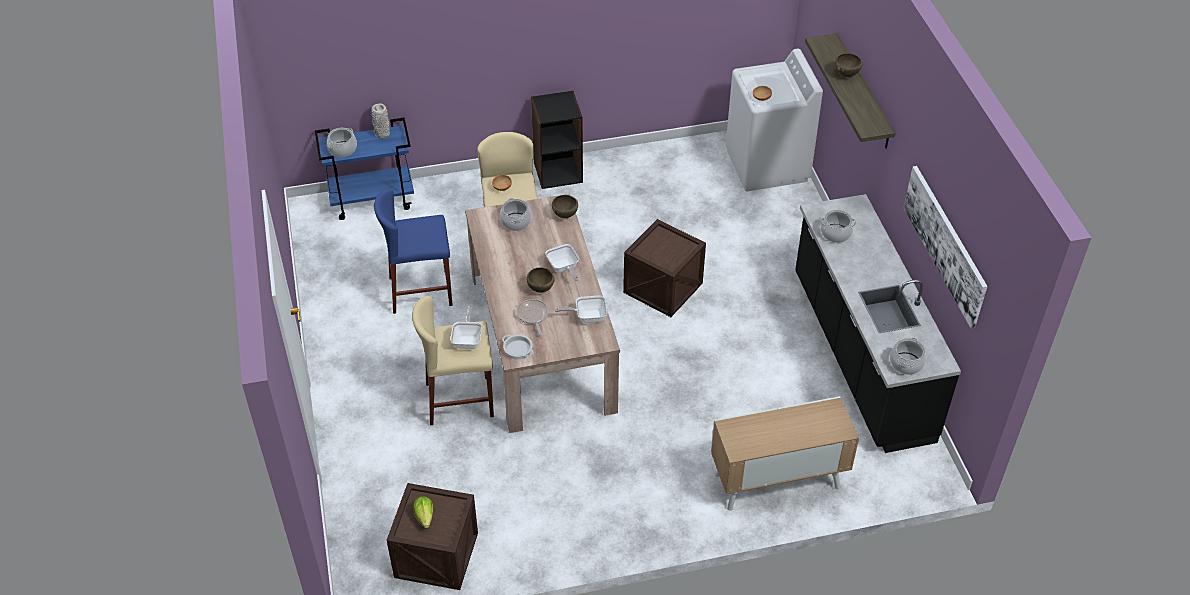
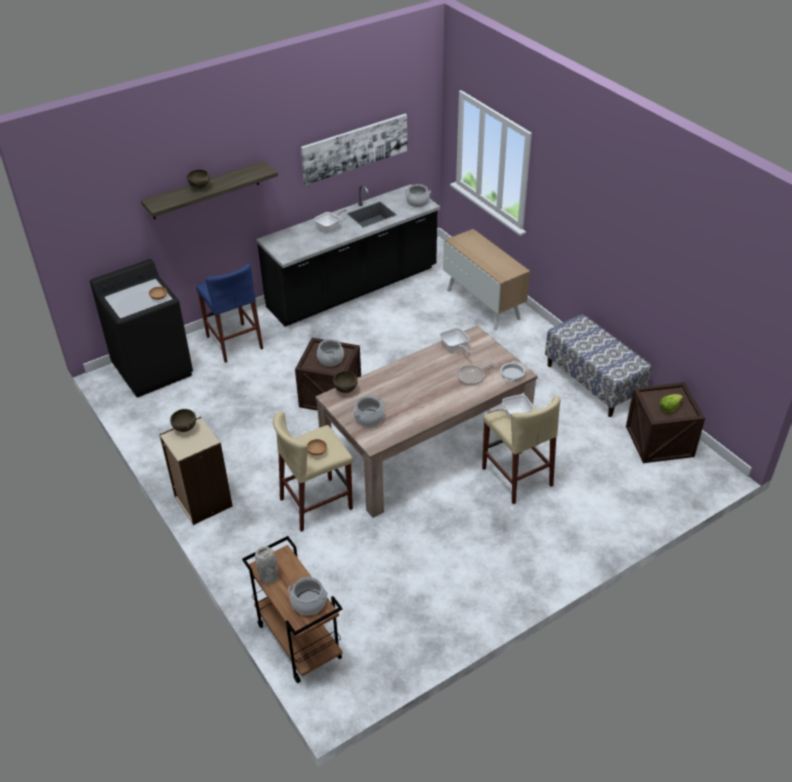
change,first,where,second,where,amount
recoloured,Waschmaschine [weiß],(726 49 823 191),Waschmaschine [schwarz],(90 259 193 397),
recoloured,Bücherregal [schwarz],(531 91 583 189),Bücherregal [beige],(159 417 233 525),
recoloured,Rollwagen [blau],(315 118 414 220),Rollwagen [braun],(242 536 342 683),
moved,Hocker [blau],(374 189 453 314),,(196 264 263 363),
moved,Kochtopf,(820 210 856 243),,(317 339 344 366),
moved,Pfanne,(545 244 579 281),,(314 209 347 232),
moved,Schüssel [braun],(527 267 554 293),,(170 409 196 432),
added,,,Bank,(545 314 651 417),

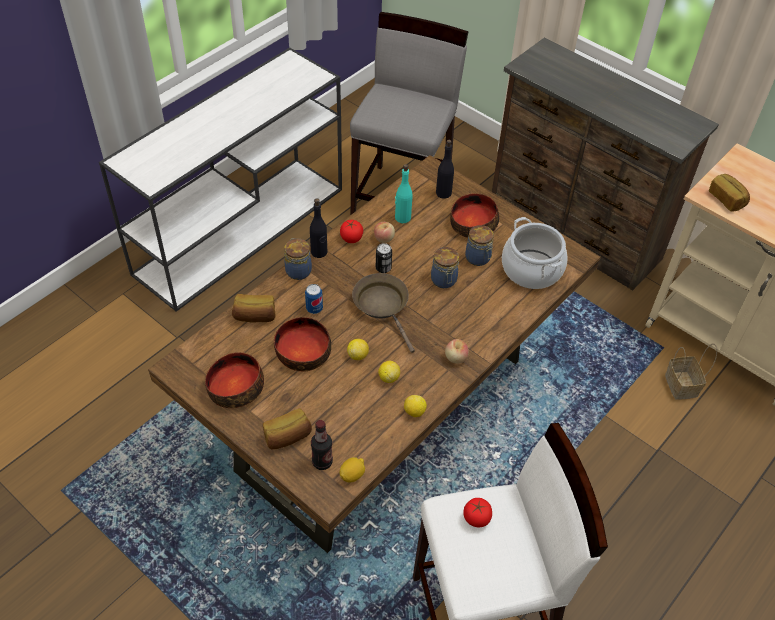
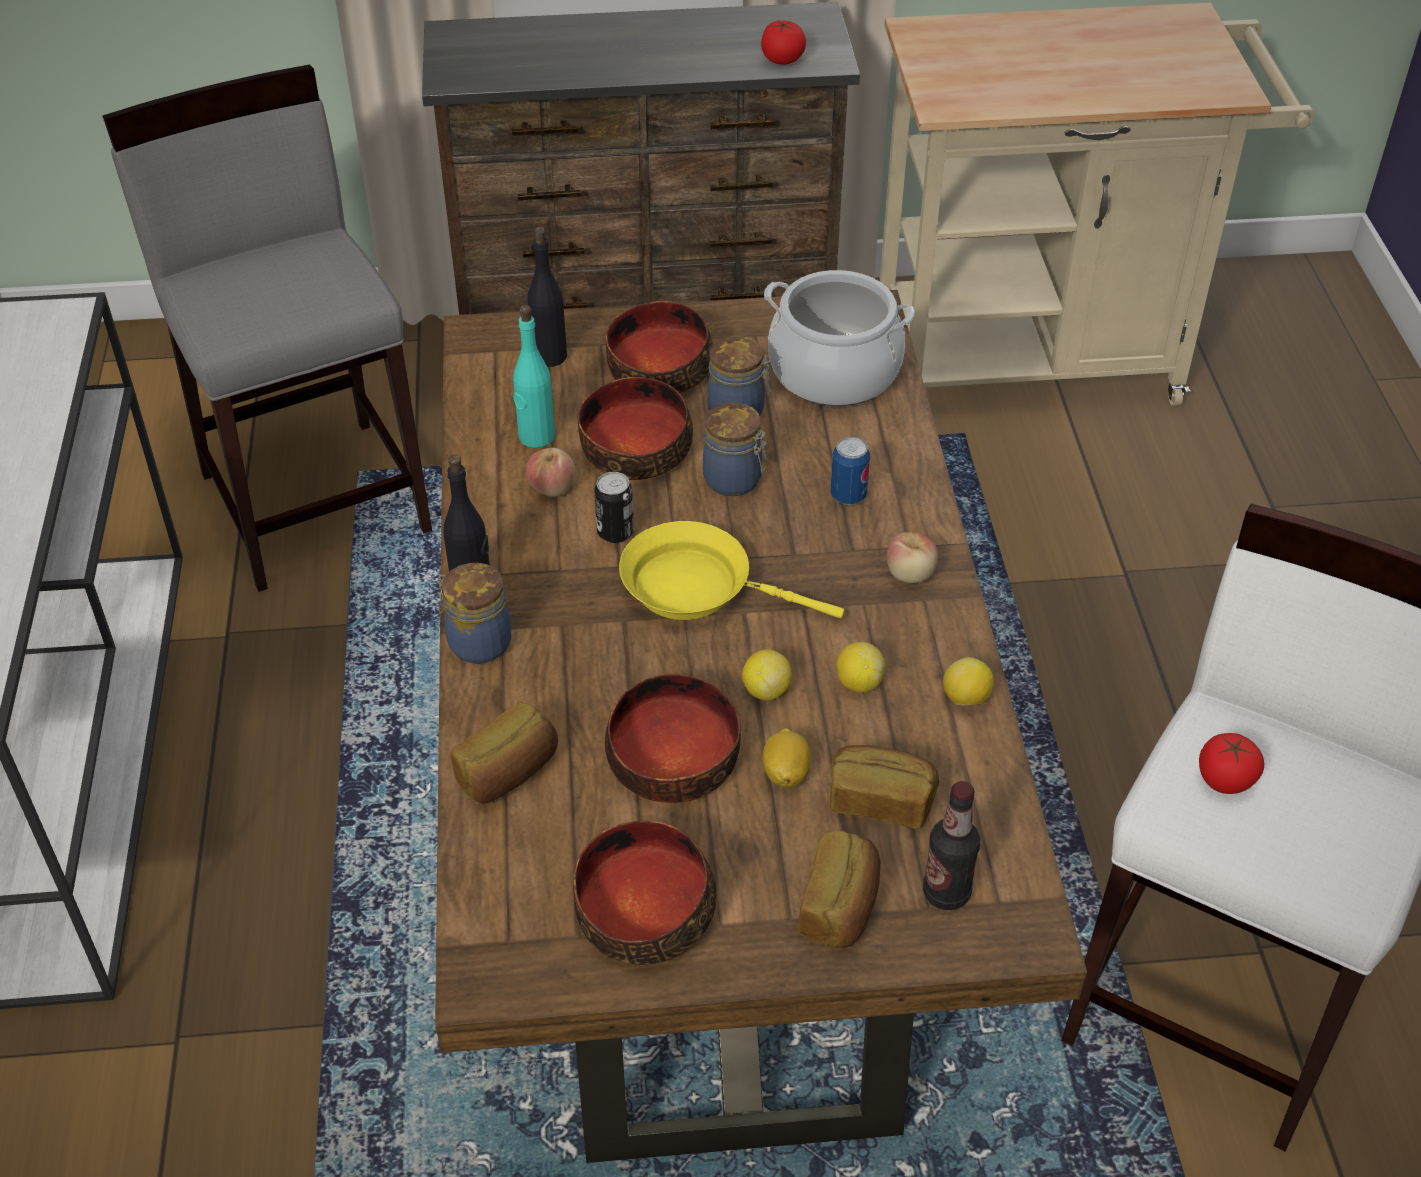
change,first,where,second,where,amount
moved,Brot,(709 174 750 212),,(830 745 939 829),
moved,Tomate,(340 220 363 243),,(761 21 806 64),
recoloured,Pfanne [braun],(352 273 415 353),Pfanne [gelb],(619 521 845 620),
moved,Dose,(305 284 323 314),,(830 437 870 505),
removed,Korb,(665 343 717 400),,,
moved,Zitrone,(339 457 365 482),,(763 728 811 787),
added,,,Schüssel,(578 377 693 480),

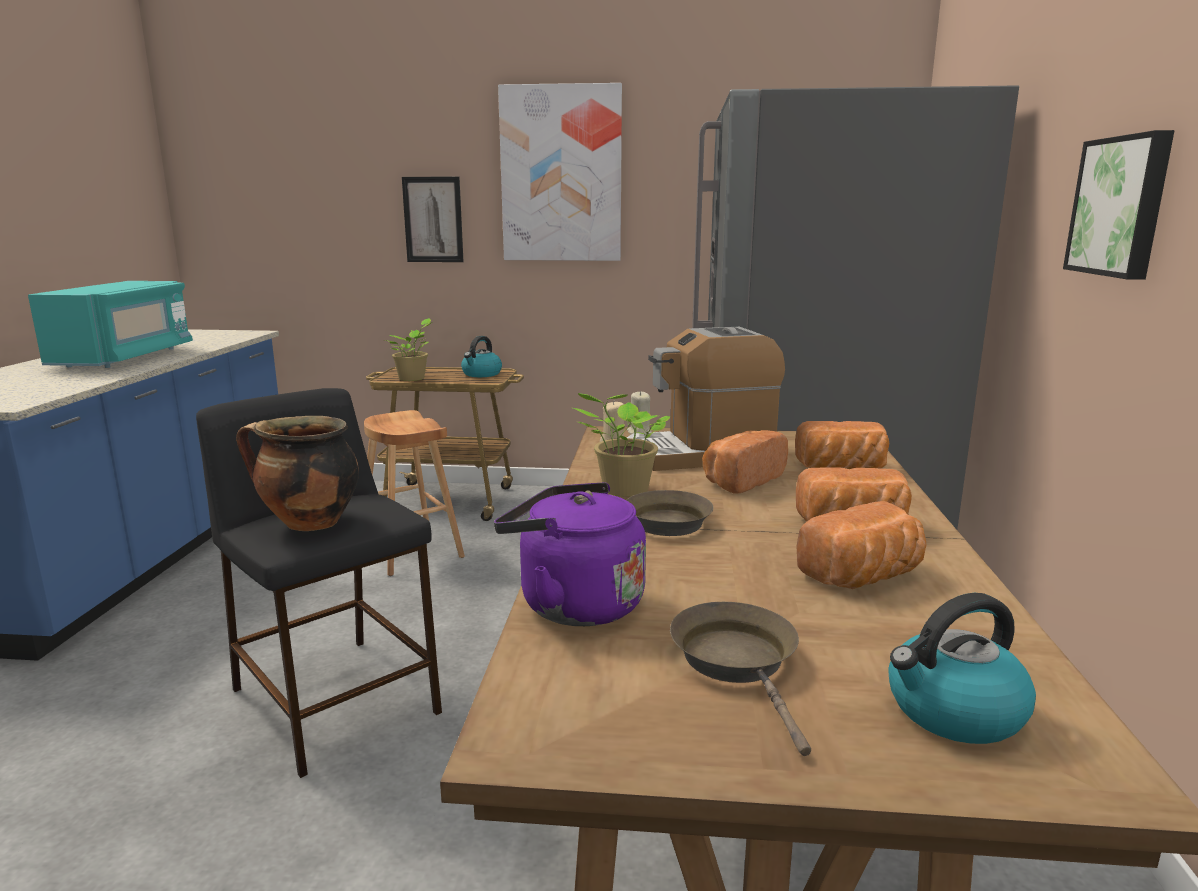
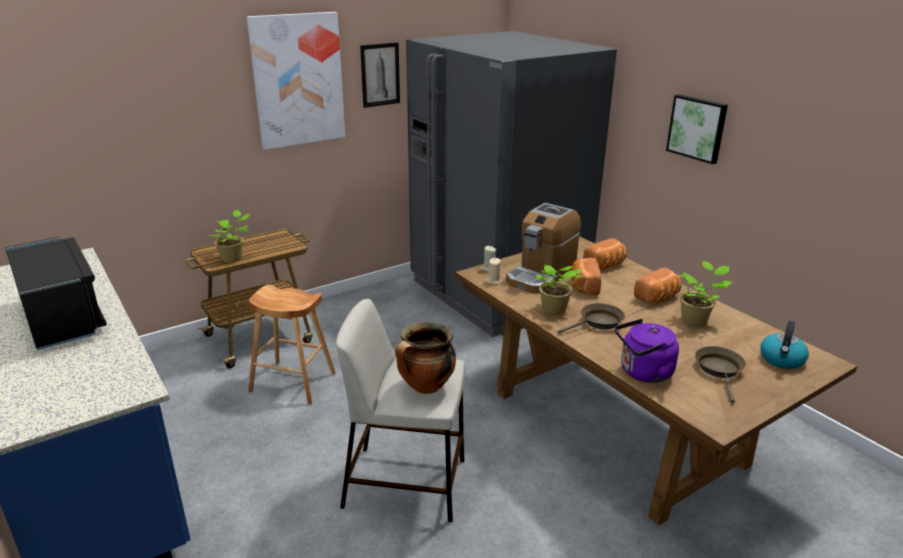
change,first,where,second,where,amount
moved,Bild,(402 177 464 262),,(360 42 400 108),
recoloured,Mikrowelle [türkis],(28 281 193 368),Mikrowelle [schwarz],(5 237 107 350),
removed,Wasserkessel,(461 336 502 377),,,
recoloured,Hocker [schwarz],(196 388 442 778),Hocker [beige],(336 299 465 522),
replaced,Brot,(796 501 927 589),Topfpflanze,(678 261 732 326),
turned,Pfanne [braun],(670 602 811 756),,(695 346 746 403),60 degrees clockwise

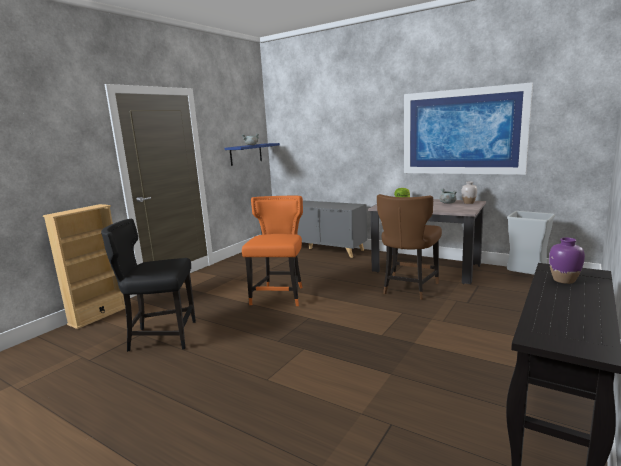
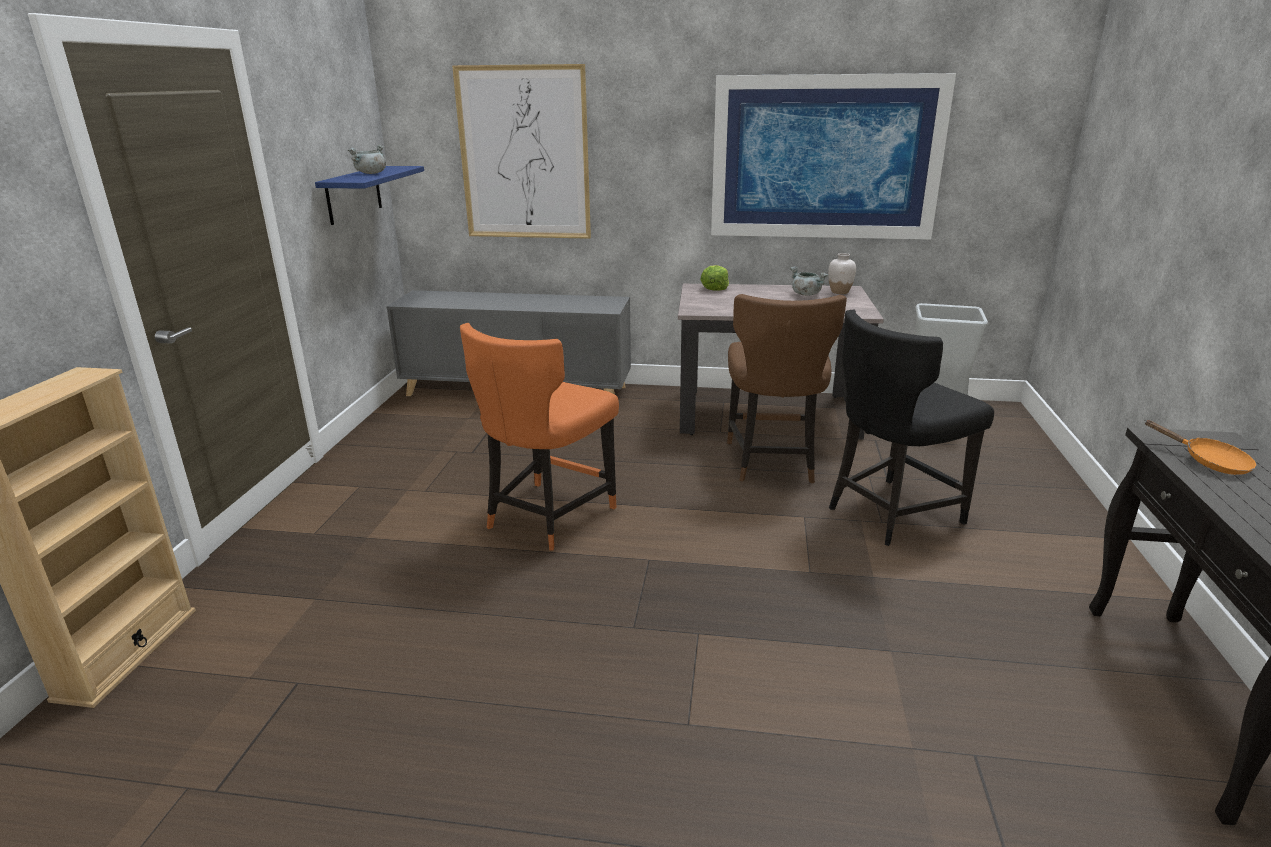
change,first,where,second,where,amount
turned,Stuhl [orange],(242 196 303 306),,(460 323 619 551),135 degrees counterclockwise
moved,Stuhl [schwarz],(101 219 196 352),,(829 310 994 546),
replaced,Vase [lila],(549 238 585 284),Pfanne [orange],(1144 420 1256 475),
added,,,Bild,(452 64 591 239),

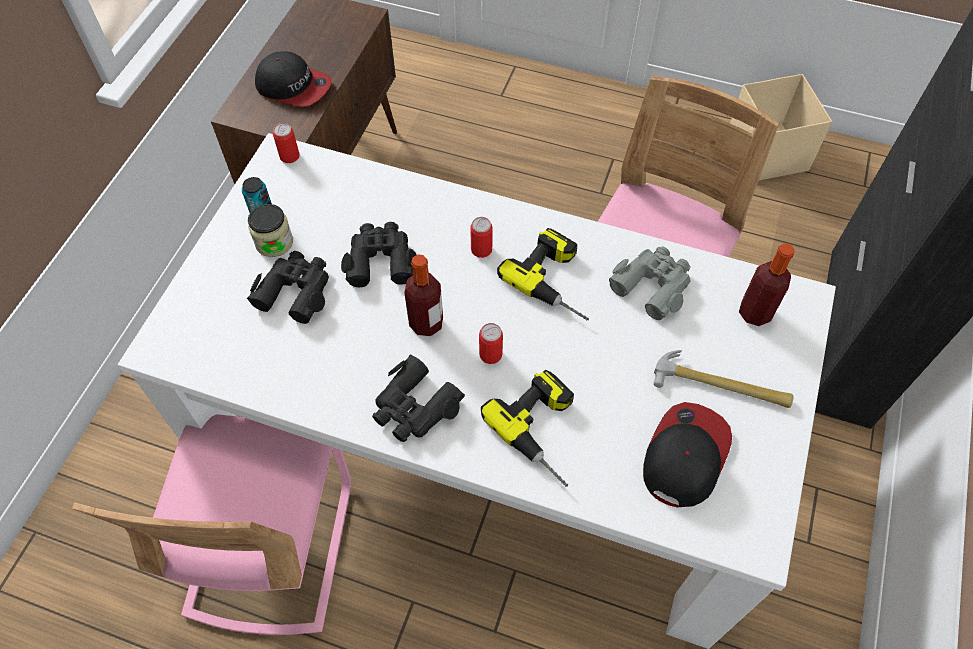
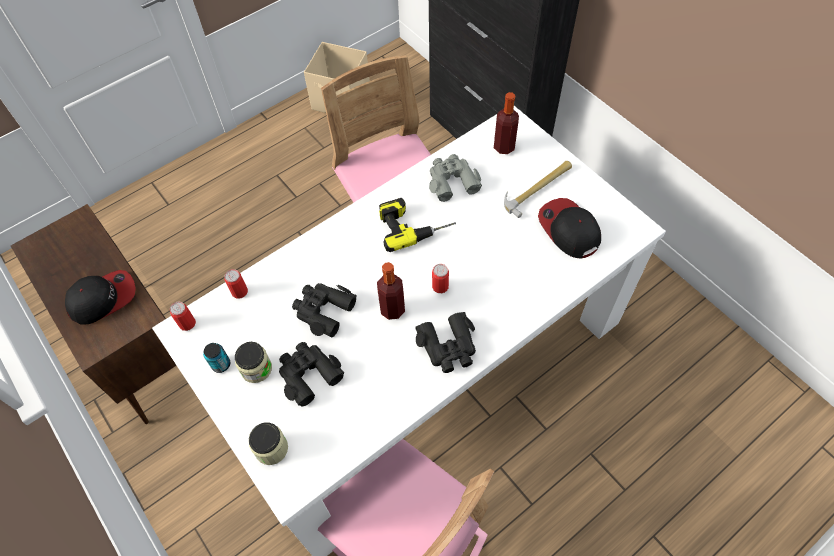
change,first,where,second,where,amount
moved,Dose,(470 217 493 258),,(225 269 248 299),
removed,Bohrmaschine,(481 370 574 487),,,
added,,,Vorratsglas,(249 422 288 465),

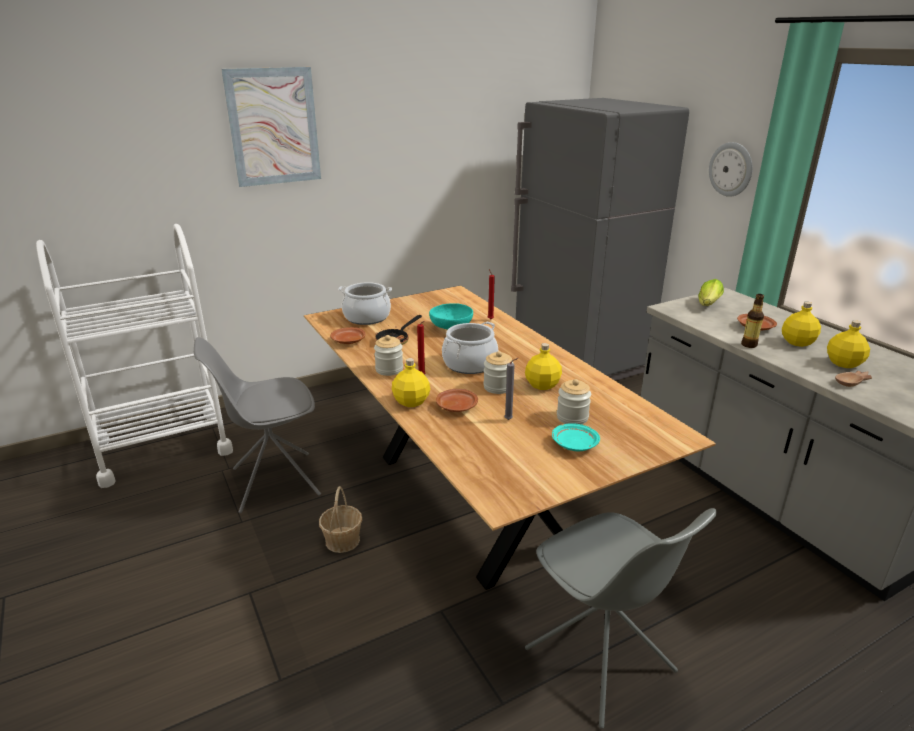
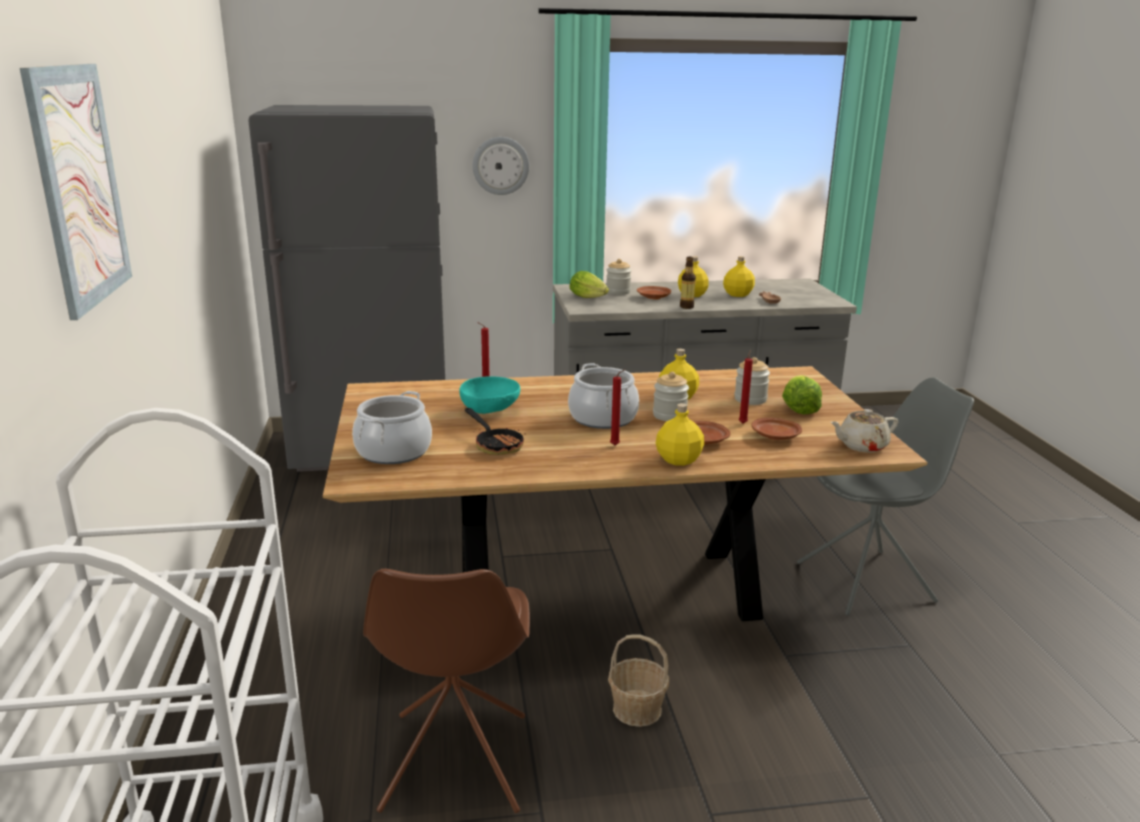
change,first,where,second,where,amount
moved,Teller [braun],(330 327 366 344),,(751 418 802 440),
moved,Vorratsglas,(374 335 403 376),,(606 259 632 295),
recoloured,Stuhl [grau],(194 337 321 513),Stuhl [braun],(363 569 530 813),
recoloured,Kerze [grau],(504 358 518 420),Kerze [rot],(739 350 753 424),
replaced,Teller [türkis],(552 423 600 451),Salatkopf,(782 375 822 414),
added,,,Teekanne [beige],(830 409 898 453),

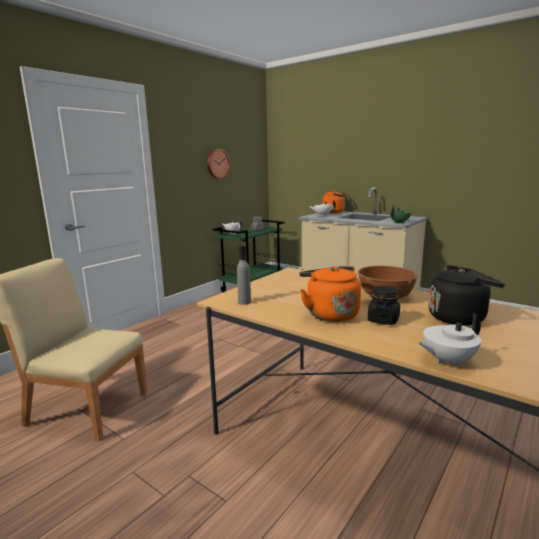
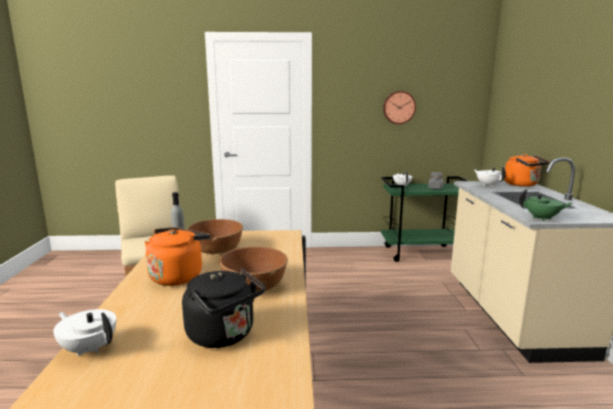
change,first,where,second,where,amount
removed,Vorratsglas [schwarz],(368 286 400 325),,,
added,,,Schüssel [braun],(188 219 243 255),

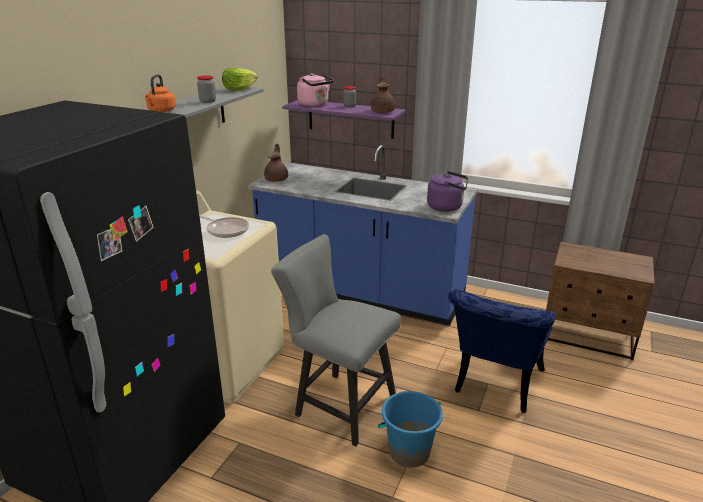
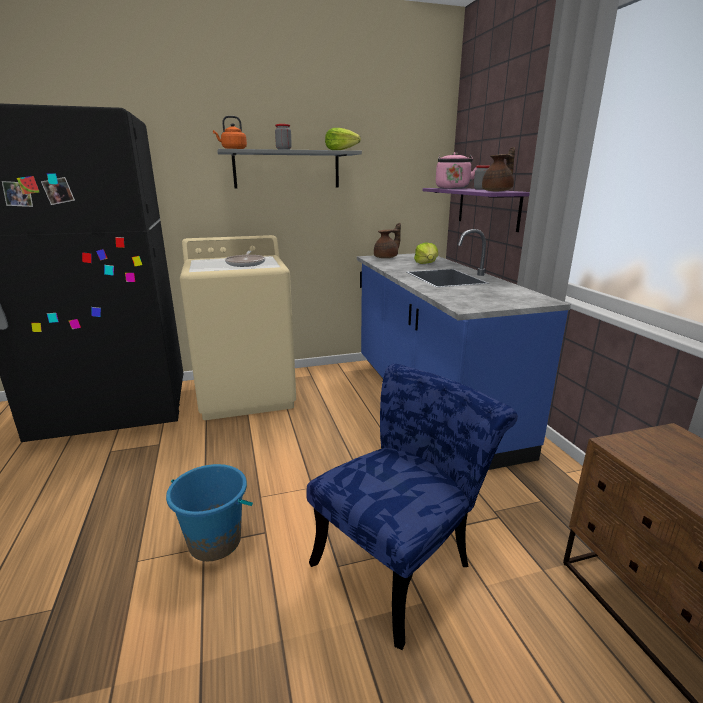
change,first,where,second,where,amount
removed,Wasserkessel [lila],(427 171 468 212),,,
removed,Stuhl [grau],(271 234 401 446),,,
turned,Stuhl [blau],(448 289 556 413),,(307 364 518 650),150 degrees clockwise
added,,,Salatkopf,(414 242 438 264),

